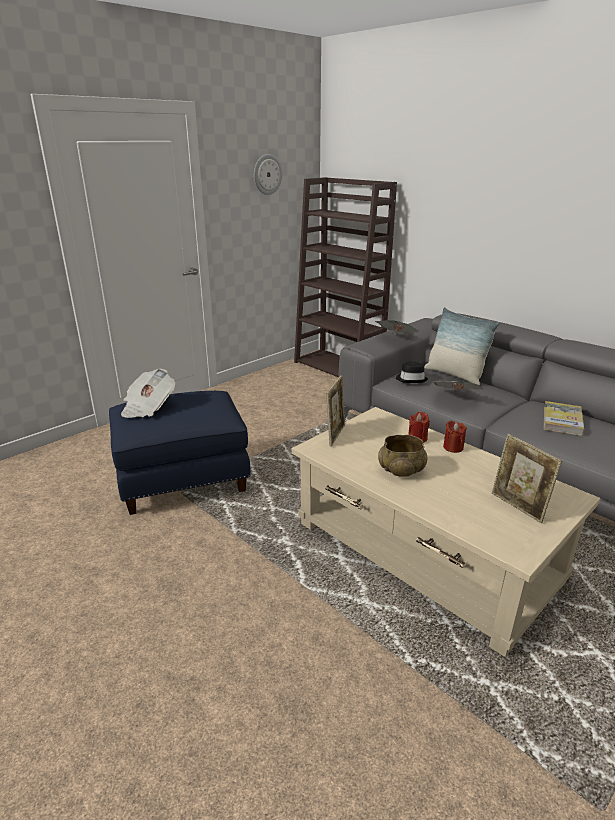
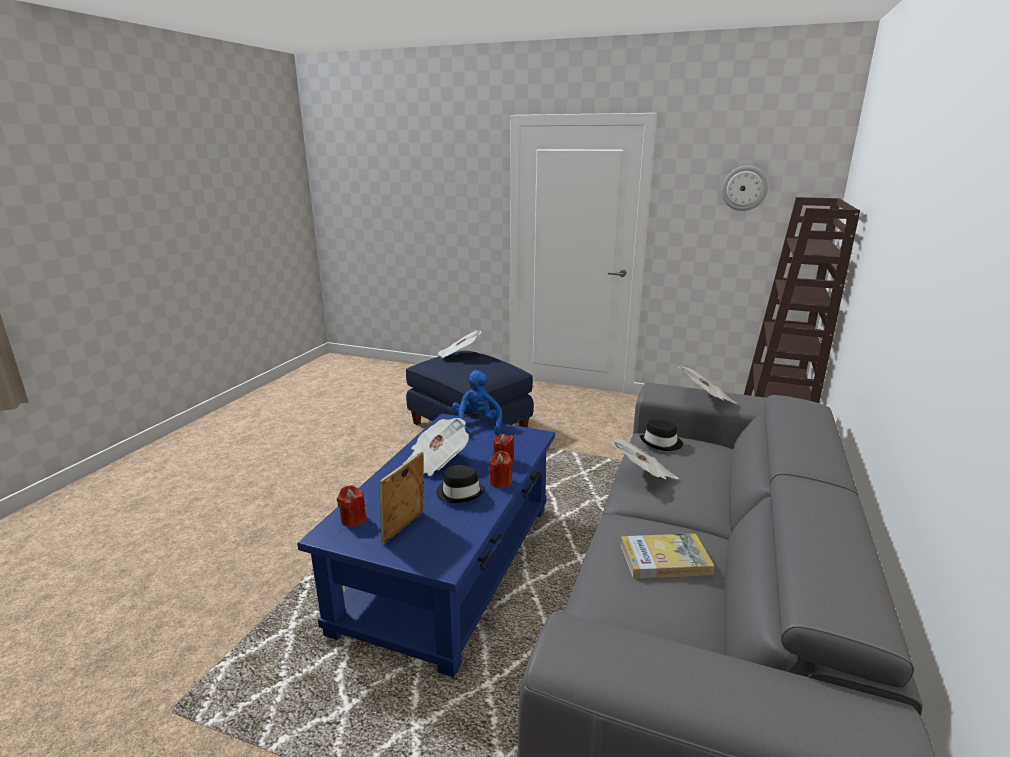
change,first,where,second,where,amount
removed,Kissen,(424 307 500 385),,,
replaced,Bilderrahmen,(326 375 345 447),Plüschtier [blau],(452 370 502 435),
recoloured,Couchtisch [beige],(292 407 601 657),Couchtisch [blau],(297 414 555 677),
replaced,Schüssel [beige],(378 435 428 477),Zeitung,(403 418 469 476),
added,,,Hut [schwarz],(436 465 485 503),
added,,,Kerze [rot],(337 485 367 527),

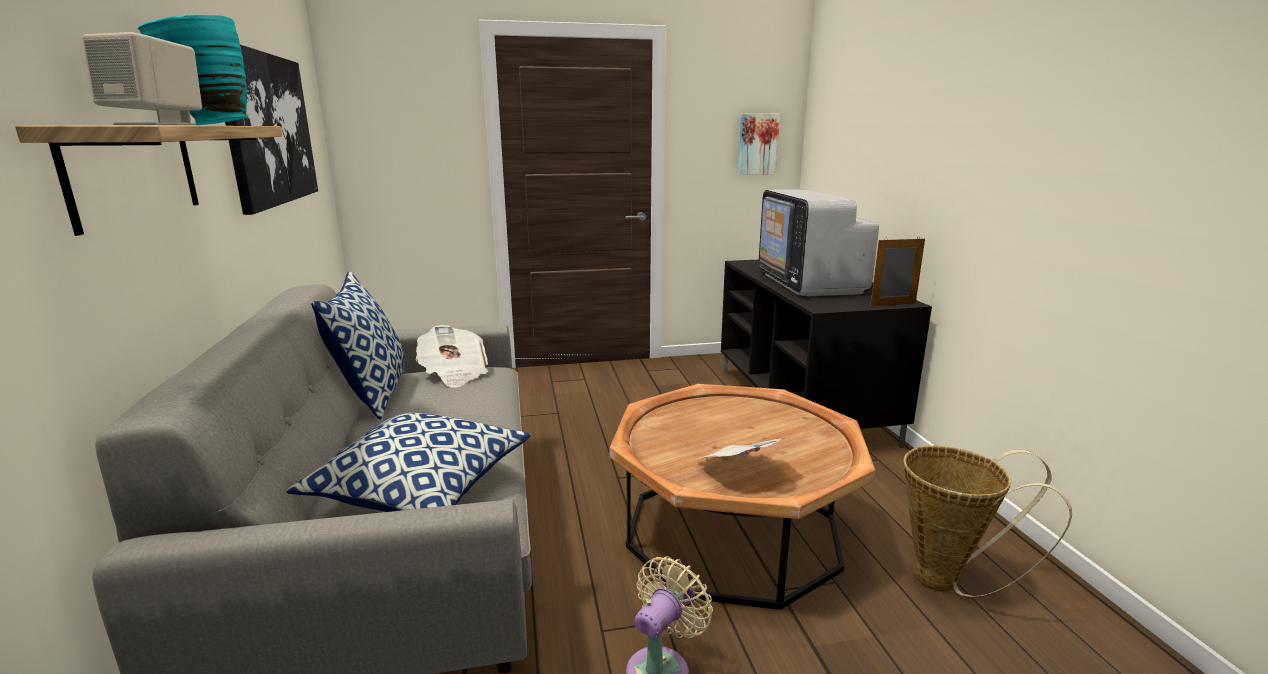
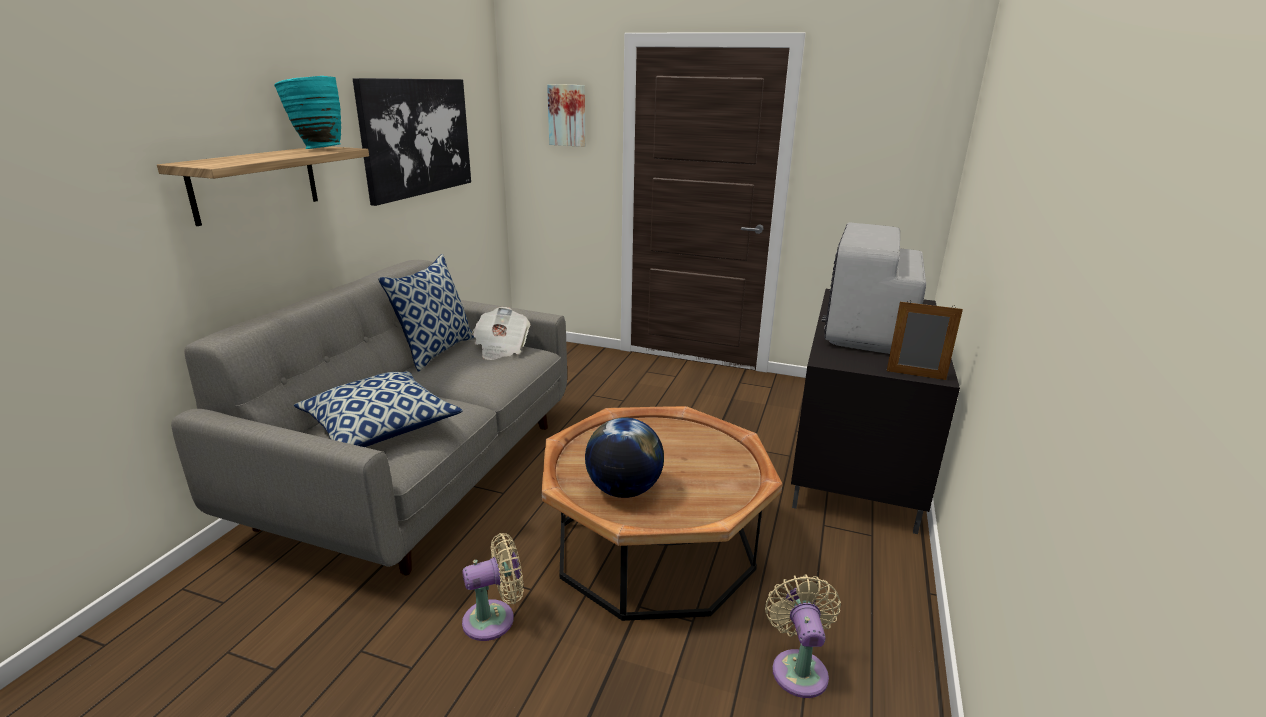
change,first,where,second,where,amount
removed,Lautsprecher [beige],(82 32 202 125),,,
moved,Bild,(738 113 780 175),,(547 84 585 147),
replaced,Zeitung,(696 437 788 459),Globus,(585 417 664 498),
replaced,Korb,(903 446 1072 597),Ventilator [beige],(765 574 841 698),

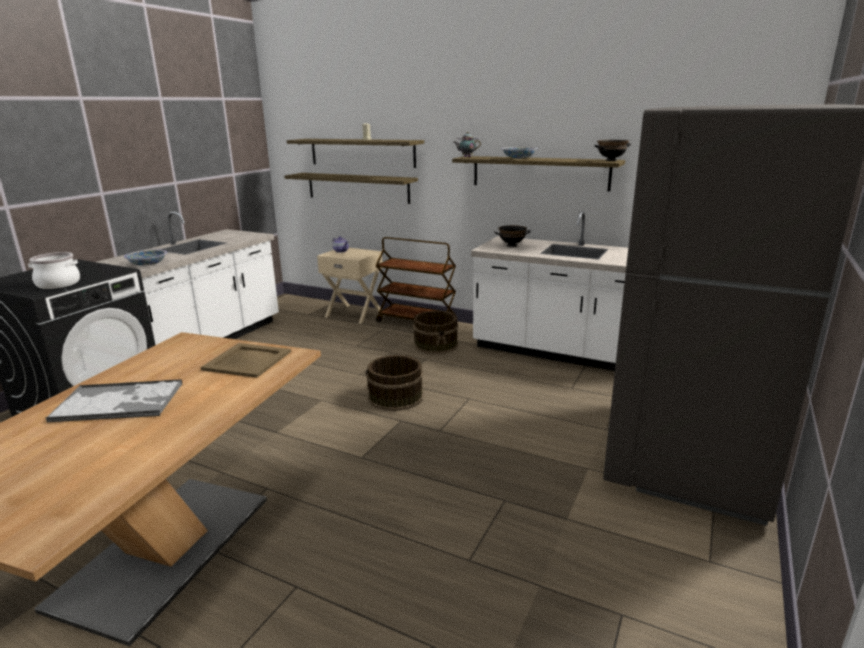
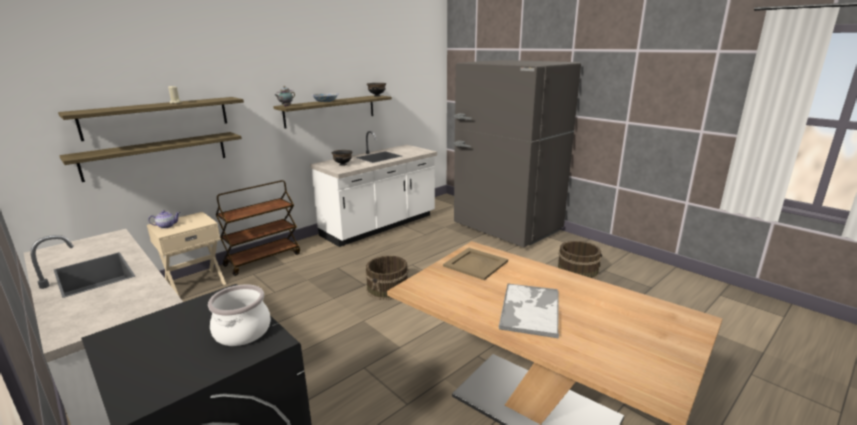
change,first,where,second,where,amount
removed,Schüssel,(124 249 167 266),,,
moved,Eimer [braun],(413 311 458 354),,(557 241 602 279),

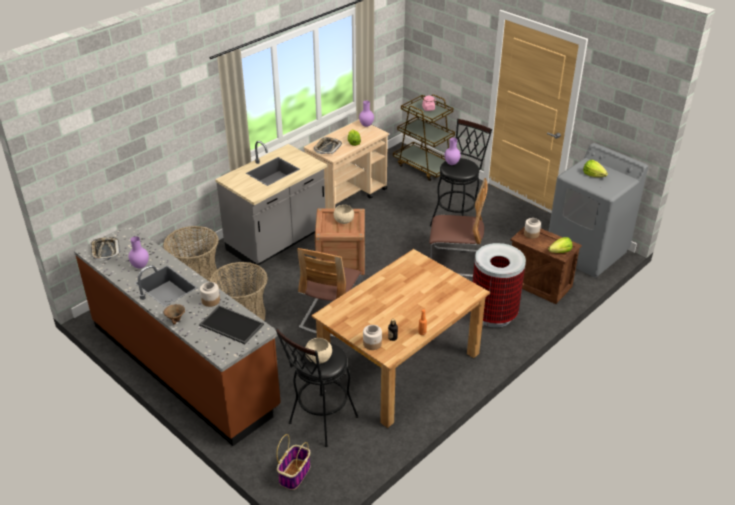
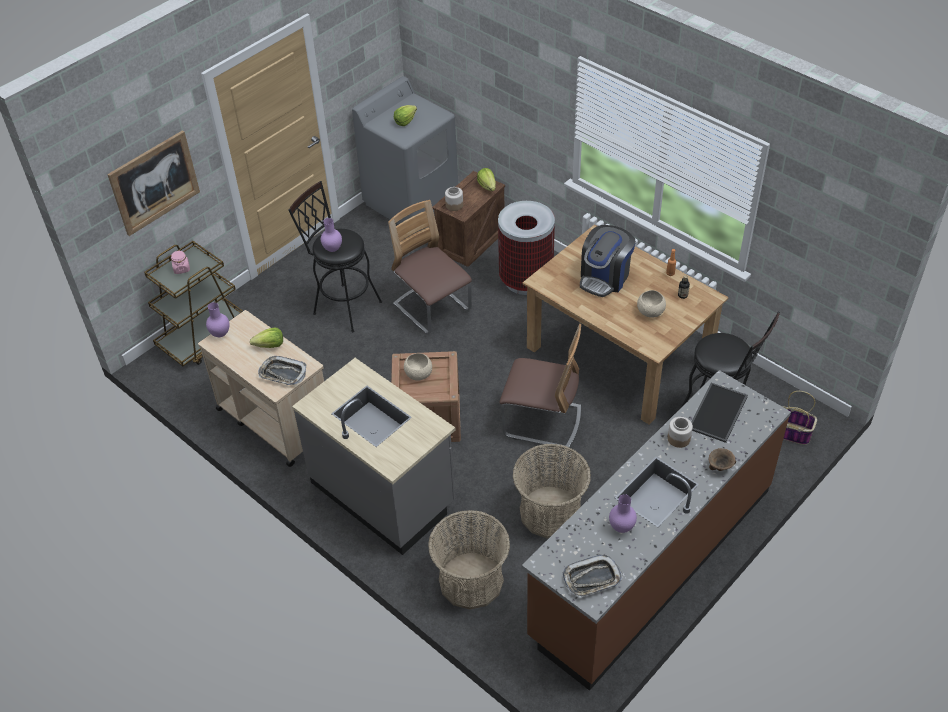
change,first,where,second,where,amount
turned,Stuhl,(429 178 488 277),,(388 200 472 334),45 degrees counterclockwise
removed,Vorratsglas,(363 325 382 350),,,
moved,Schüssel [beige],(305 338 332 364),,(637 290 666 318),
added,,,Bild,(107 130 200 236),
added,,,Kaffeemaschine,(580 225 636 297),

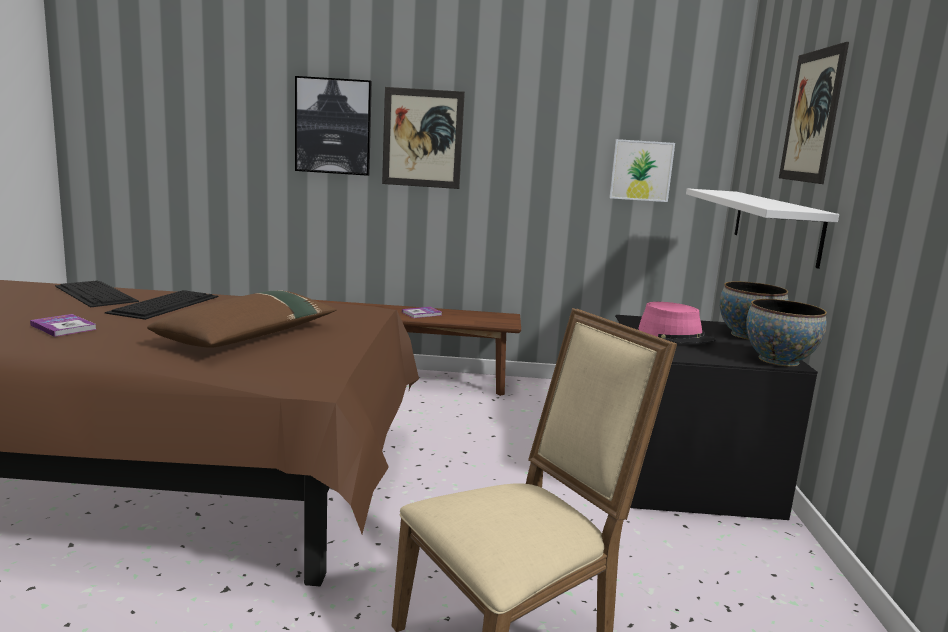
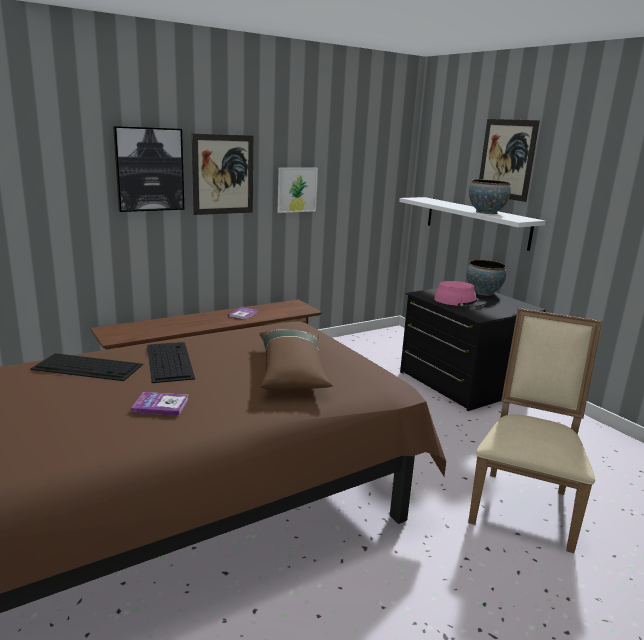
change,first,where,second,where,amount
moved,Bild,(609 139 675 202),,(278 168 318 213),
moved,Schüssel,(746 299 827 367),,(469 180 511 214),

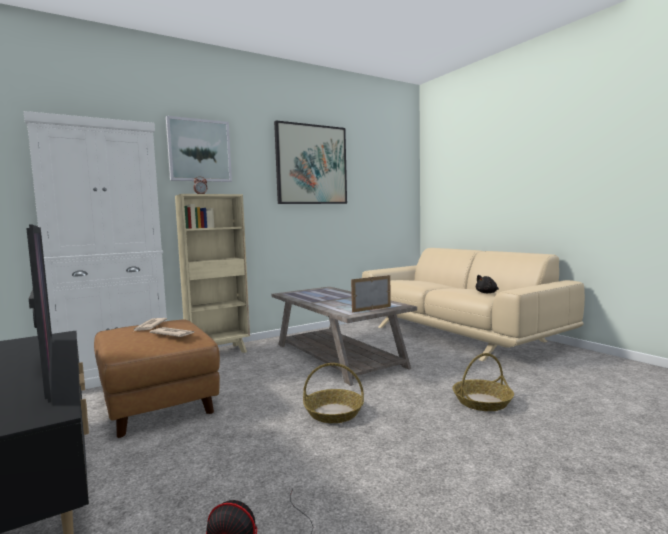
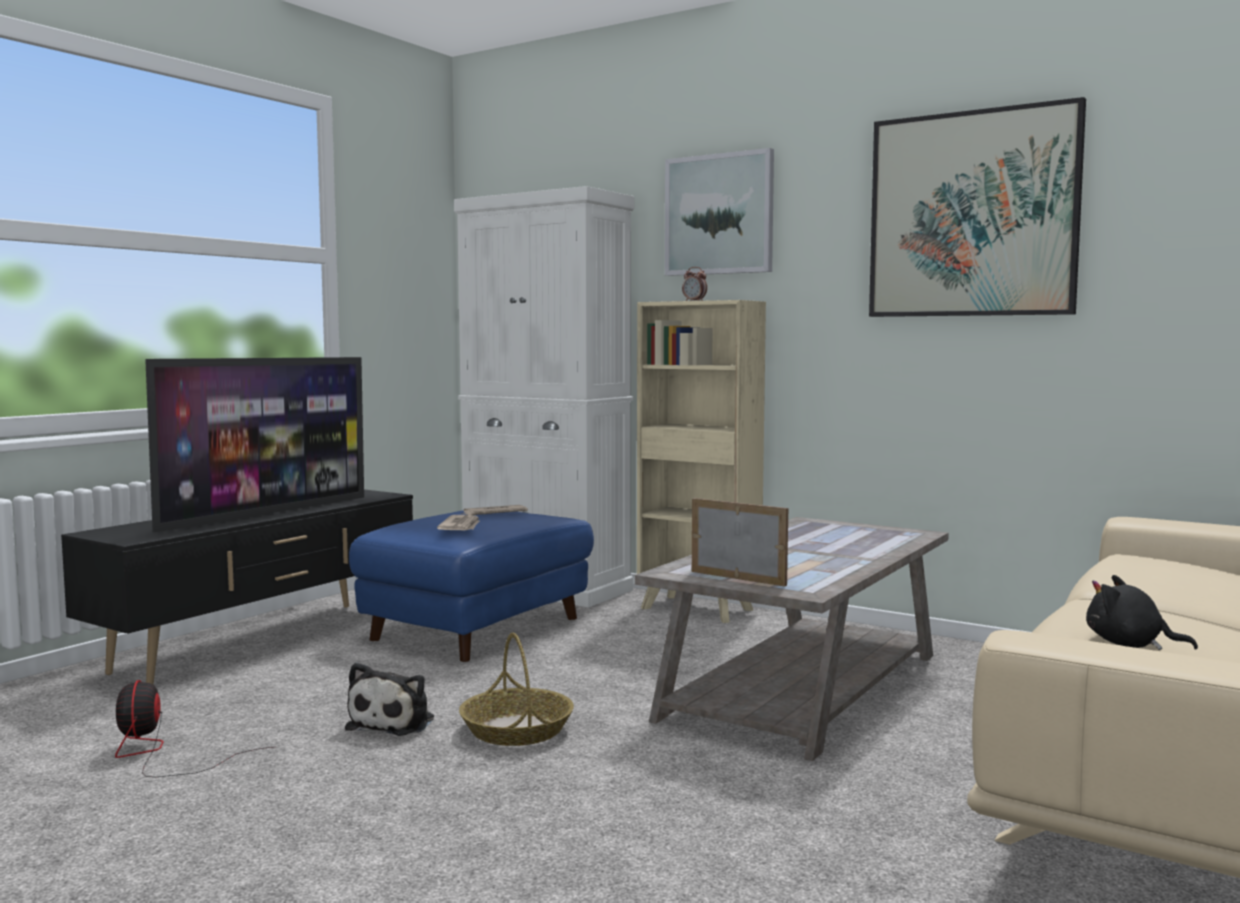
change,first,where,second,where,amount
recoloured,Polsterhocker [braun],(94 319 220 438),Polsterhocker [blau],(349 511 594 662),
removed,Korb,(453 353 514 411),,,
added,,,Plüschtier,(345 662 434 736),

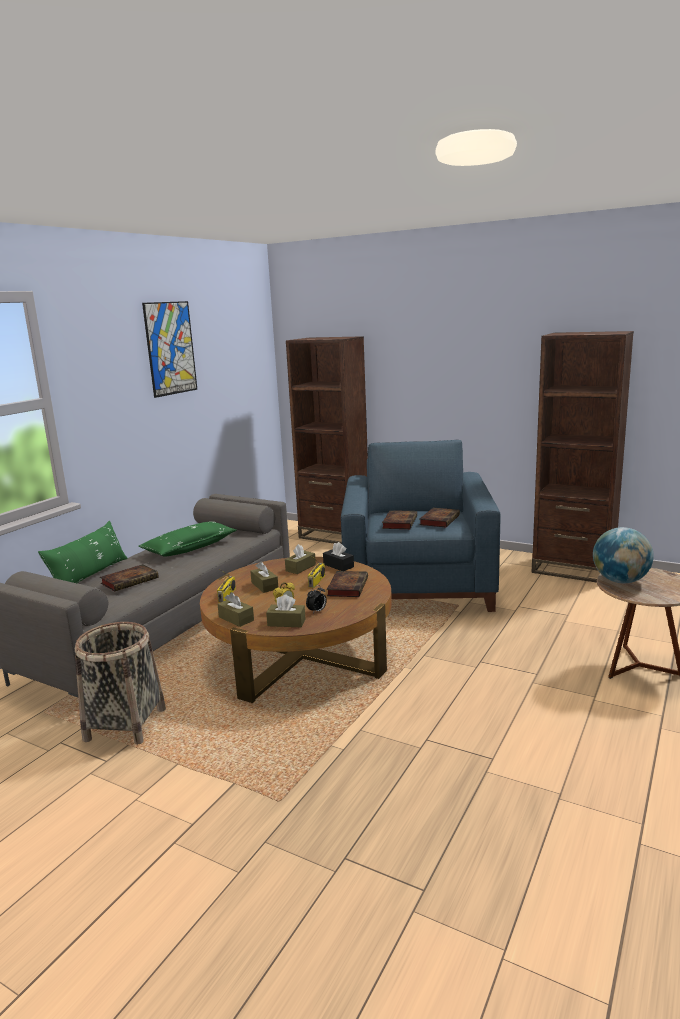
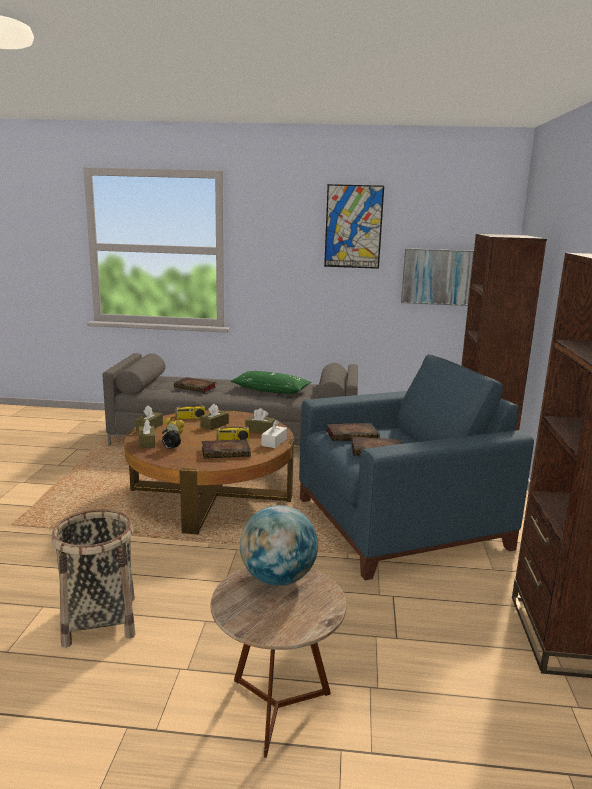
change,first,where,second,where,amount
removed,Kissen [grün],(38 521 128 583),,,
recoloured,Taschentuchbox [schwarz],(323 542 354 571),Taschentuchbox [weiß],(262 420 287 448),
moved,Korb,(75 622 166 745),,(52 509 135 648),
added,,,Bild,(401 248 474 306),

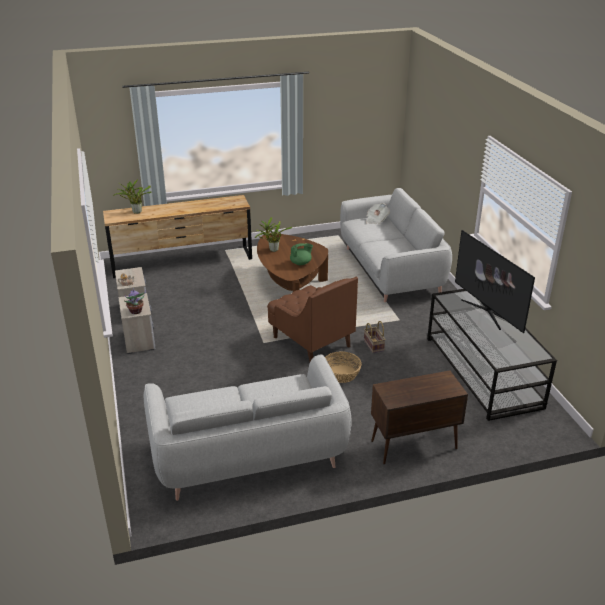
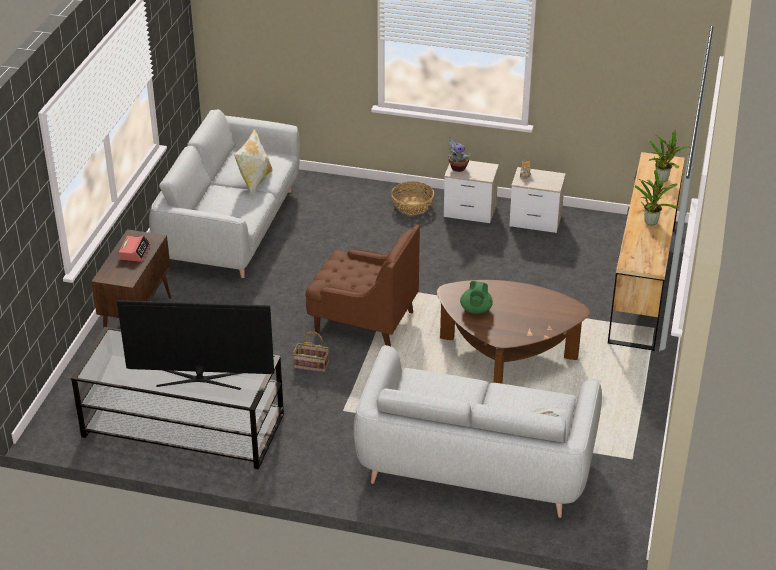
change,first,where,second,where,amount
moved,Topfpflanze,(255 217 292 252),,(635 170 679 225),
turned,Sessel [braun],(267 277 358 361),,(306 224 420 346),150 degrees counterclockwise
moved,Korb,(325 351 362 383),,(391 181 434 215),
added,,,Kissen,(234 128 272 197),
added,,,Wecker,(119 235 151 262),

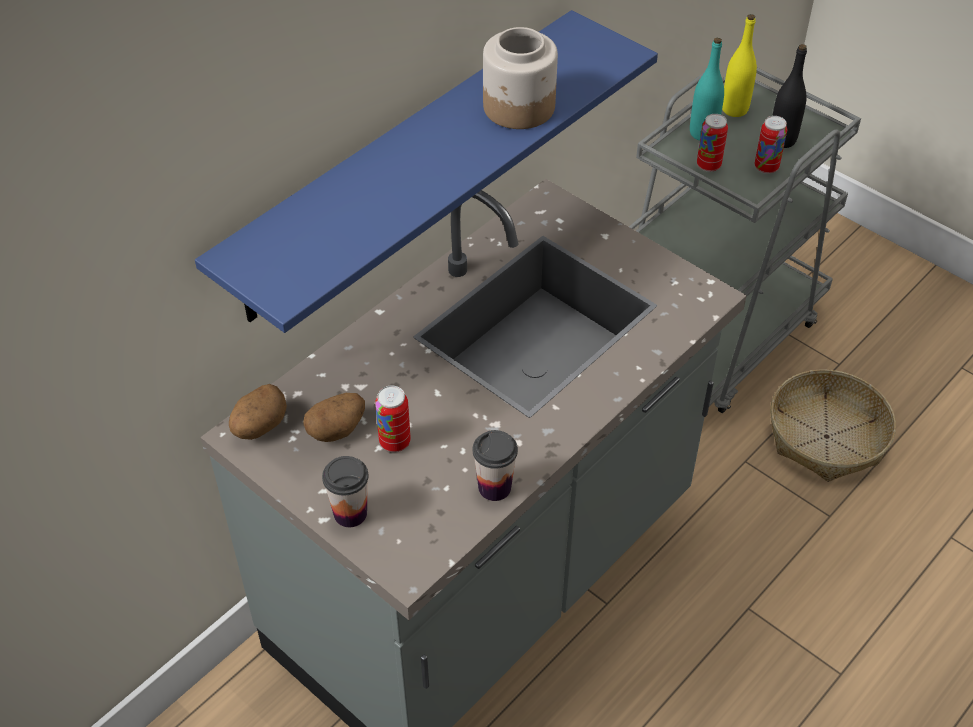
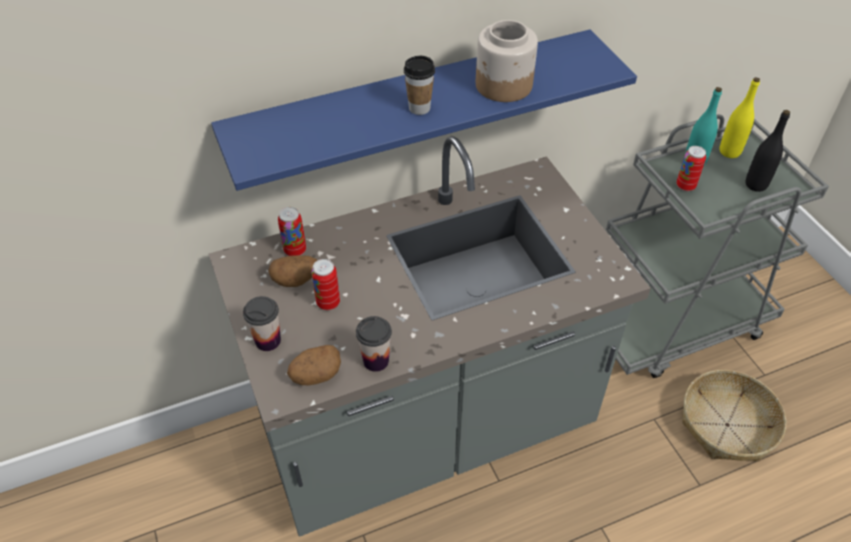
change,first,where,second,where,amount
moved,Dose,(755 116 787 174),,(278 207 306 256),
moved,Kartoffel,(229 384 287 440),,(287 345 341 385),
added,,,Tasse,(404 56 435 115),

